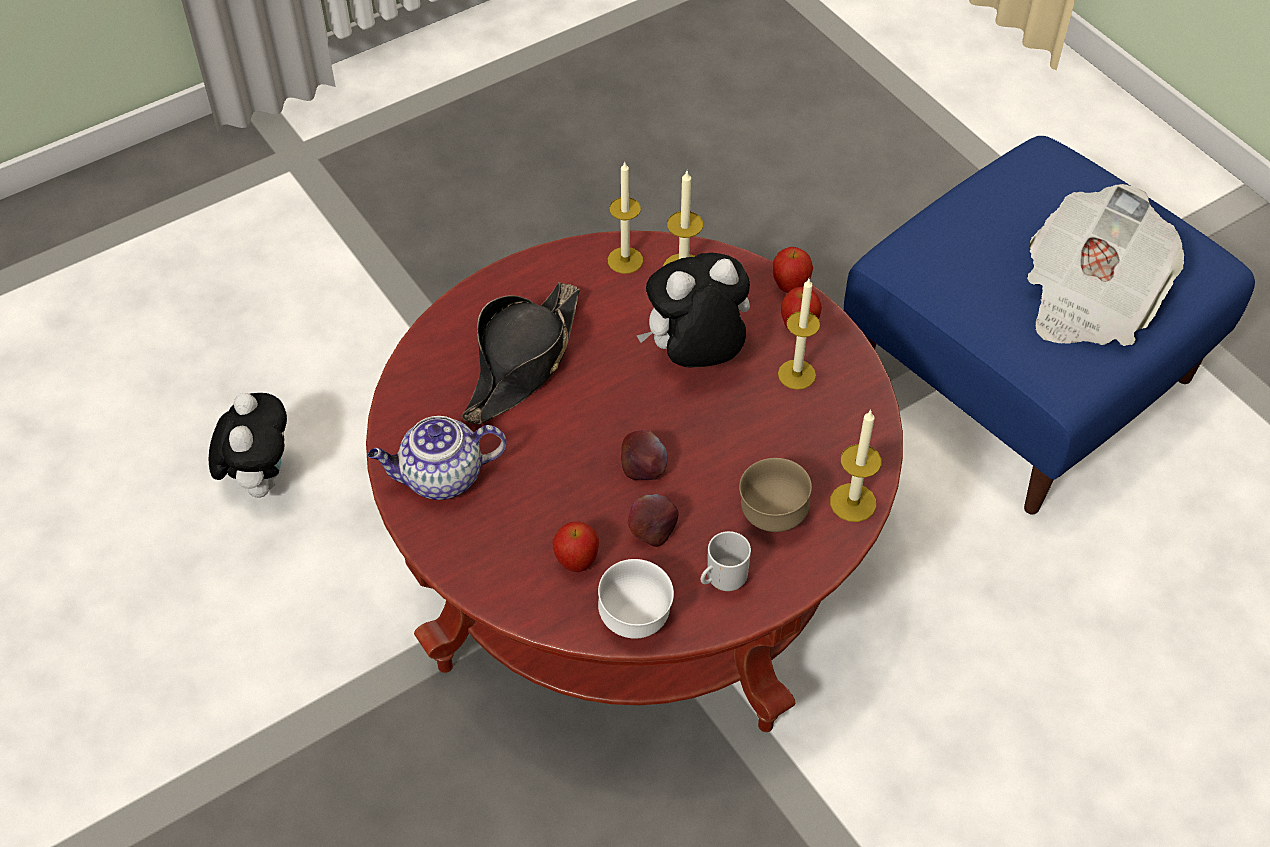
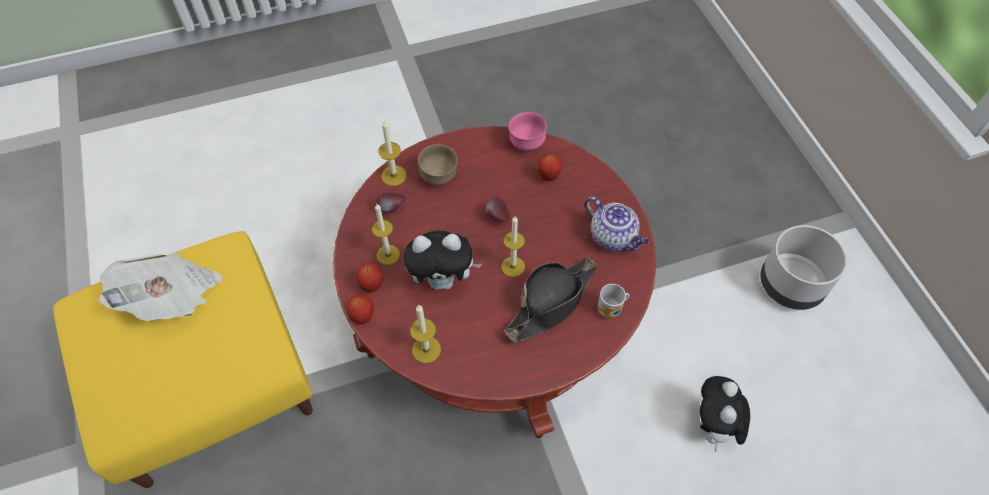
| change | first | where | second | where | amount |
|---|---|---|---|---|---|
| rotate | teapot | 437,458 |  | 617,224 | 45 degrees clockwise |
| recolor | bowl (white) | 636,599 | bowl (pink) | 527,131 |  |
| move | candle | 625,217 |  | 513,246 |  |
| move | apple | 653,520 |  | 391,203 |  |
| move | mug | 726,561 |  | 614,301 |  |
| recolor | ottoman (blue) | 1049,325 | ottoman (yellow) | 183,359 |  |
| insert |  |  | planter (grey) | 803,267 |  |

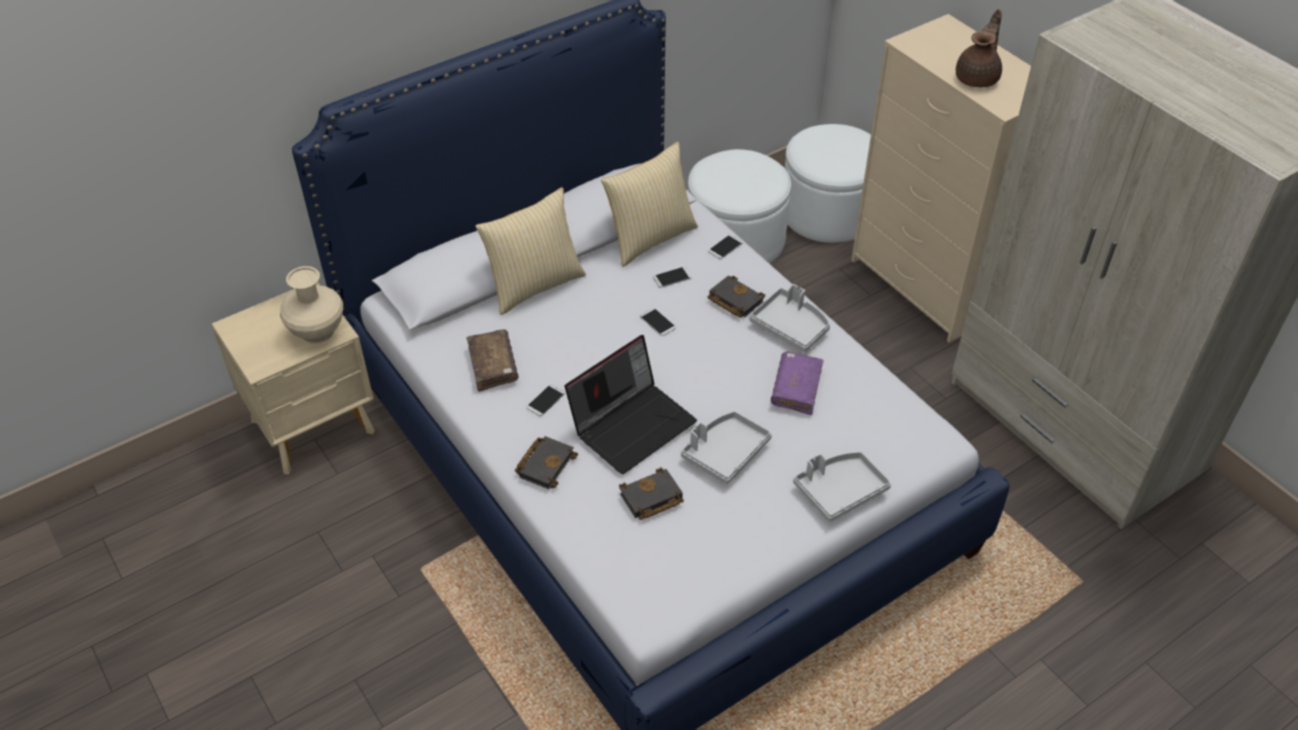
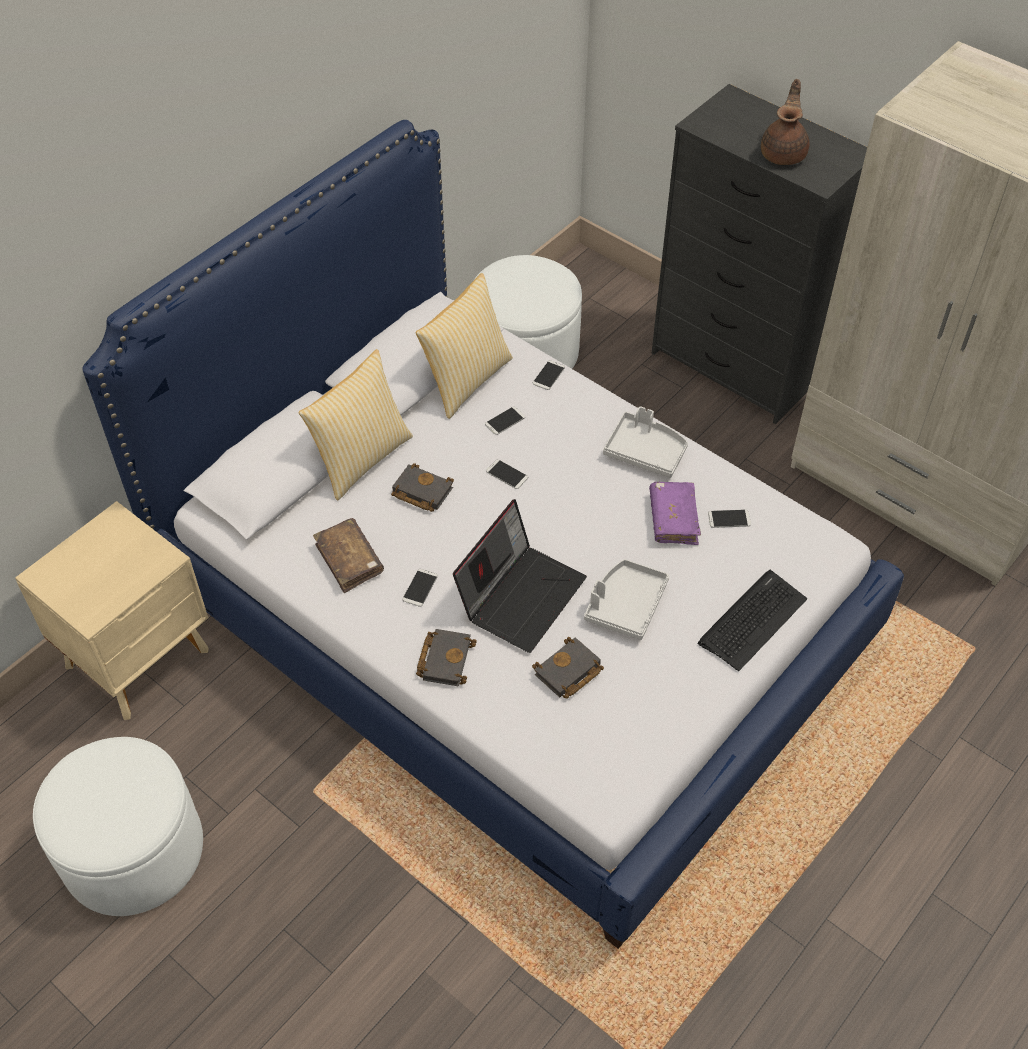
| change | first | where | second | where | amount |
|---|---|---|---|---|---|
| delete | vase (beige) | 311,305 |  |  |  |
| move | book (black) | 736,296 |  | 422,487 |  |
| move | ottoman (white) | 828,183 |  | 118,826 |  |
| replace | tray (grey) | 842,487 | keyboard | 752,620 |  |
| recolor | dresser (beige) | 941,178 | dresser (black) | 759,254 |  |
| insert |  |  | phone | 729,519 |  |

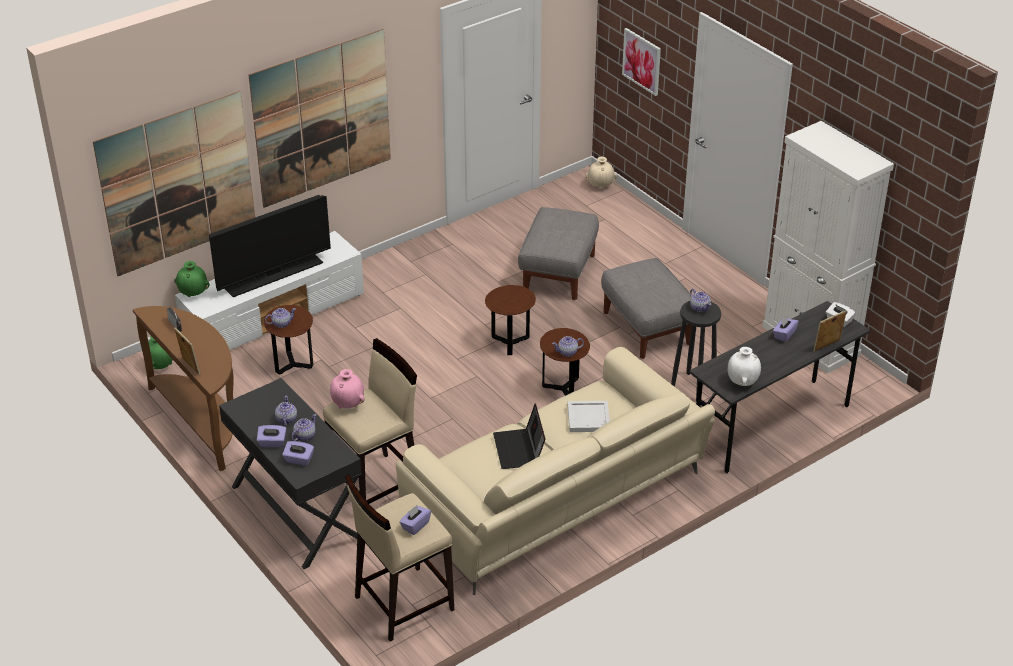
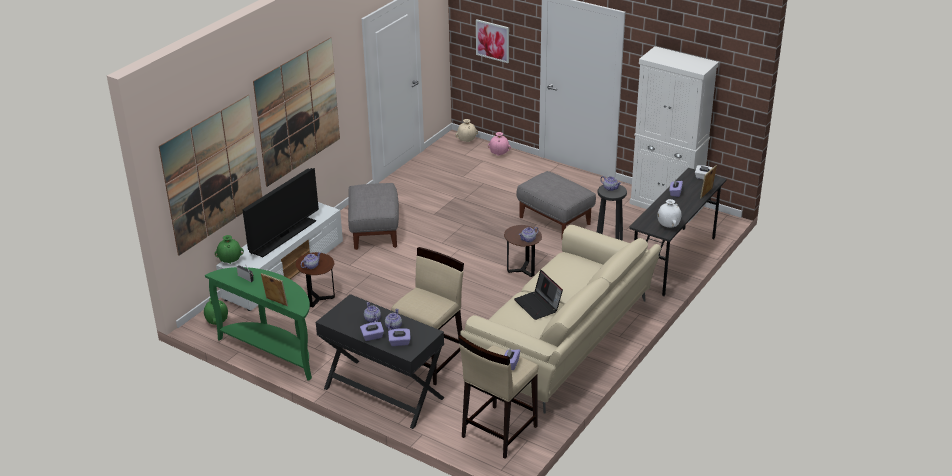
| change | first | where | second | where | amount |
|---|---|---|---|---|---|
| recolor | console table (brown) | 183,388 | console table (green) | 258,324 |  |
| move | vase (pink) | 347,389 |  | 499,144 |  |
| delete | side table (brown) | 510,320 |  |  |  |
| move | ottoman (grey) | 558,253 |  | 373,216 |  |
| delete | tray (white) | 589,416 |  |  |  |

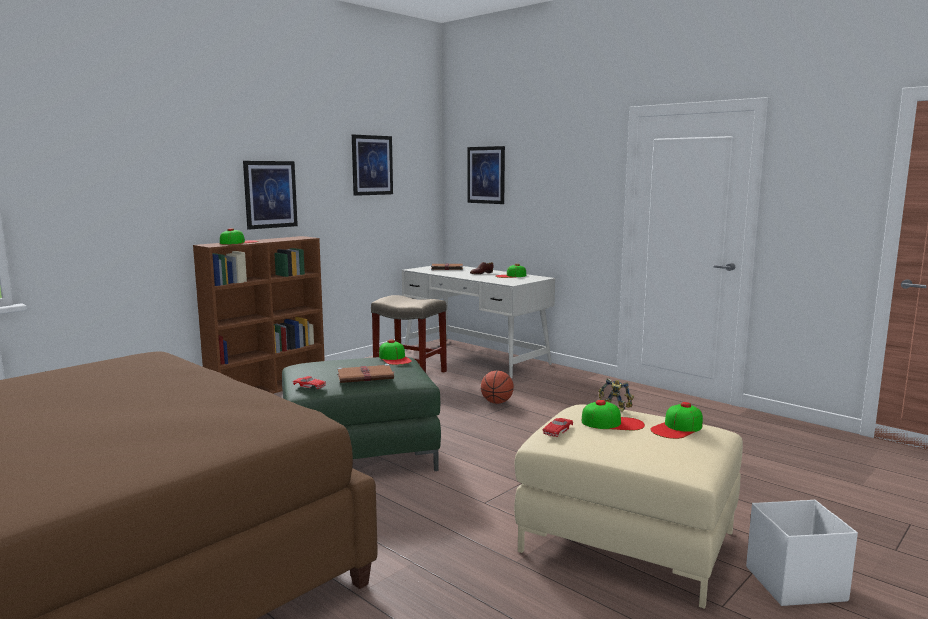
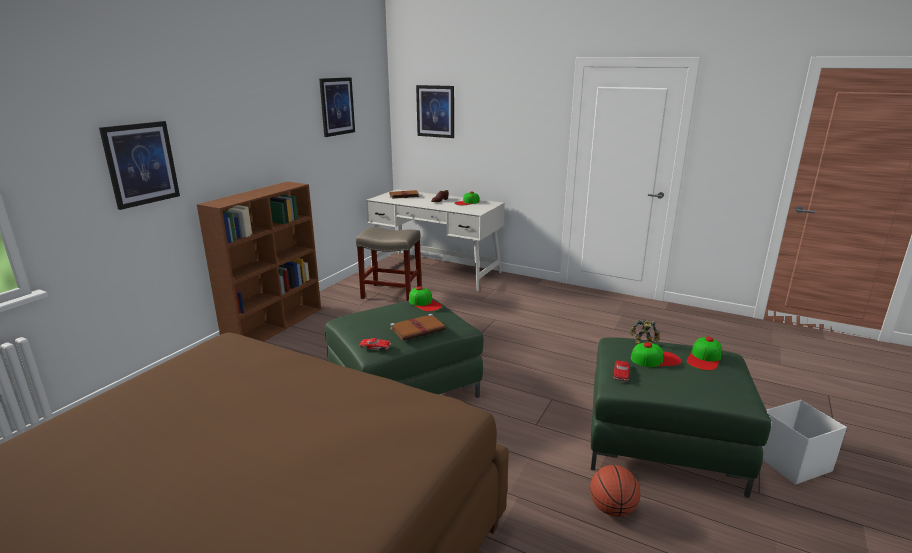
| change | first | where | second | where | amount |
|---|---|---|---|---|---|
| delete | cap | 239,236 |  |  |  |
| move | picture | 270,195 |  | 139,165 |  |
| move | basketball | 497,387 |  | 615,491 |  |
| recolor | ottoman (beige) | 628,507 | ottoman (green) | 681,417 |  |

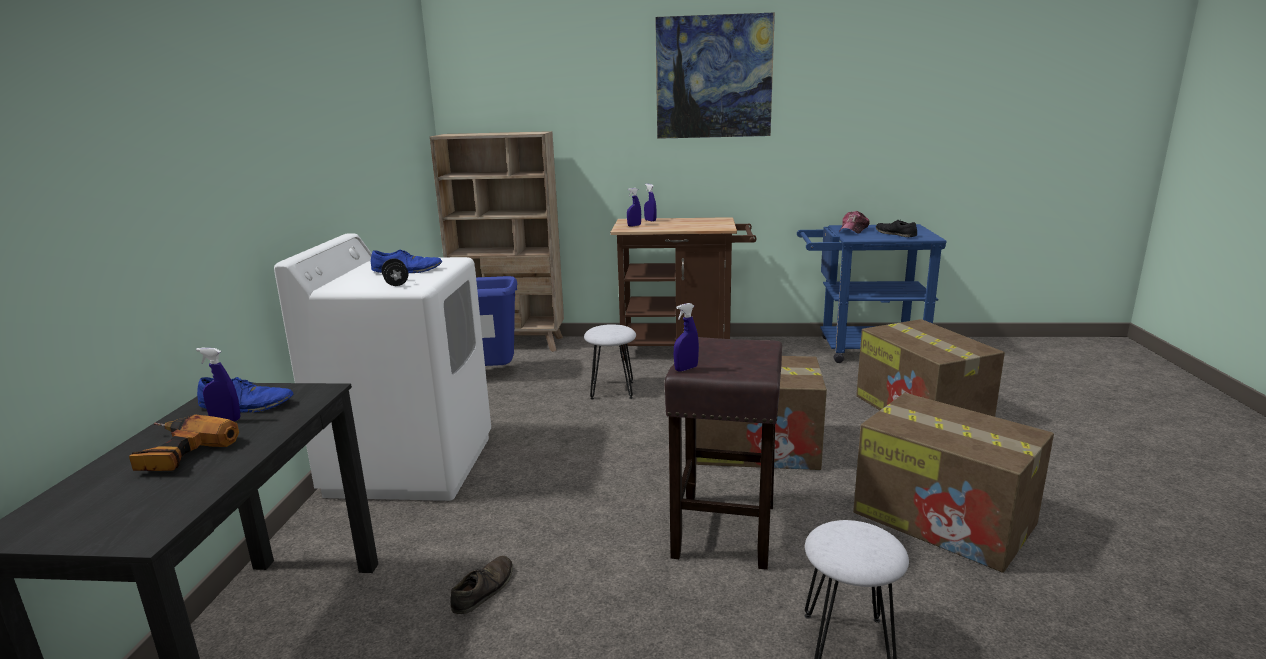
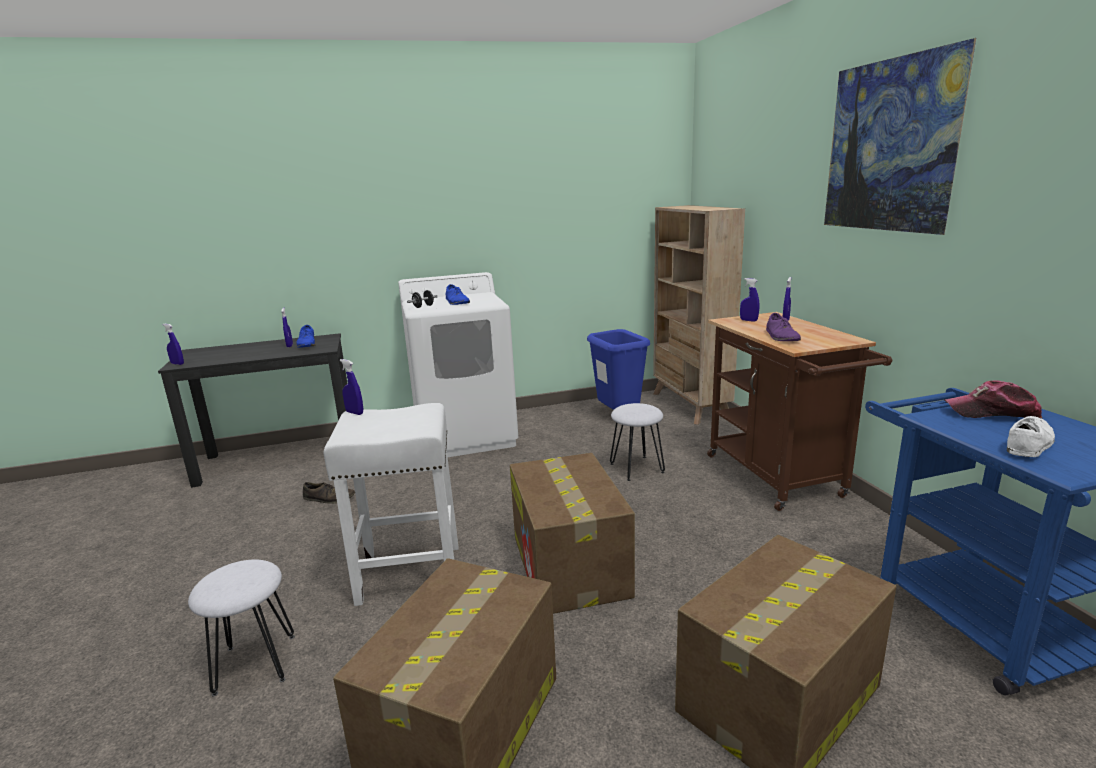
| change | first | where | second | where | amount |
|---|---|---|---|---|---|
| delete | power drill | 184,442 |  |  |  |
| recolor | stool (brown) | 723,453 | stool (white) | 391,504 |  |
| recolor | shoe (black) | 896,228 | shoe (white) | 1031,436 |  |
| insert |  |  | spray bottle (blue) | 173,344 |  |
| insert |  |  | shoe (purple) | 783,327 |  |

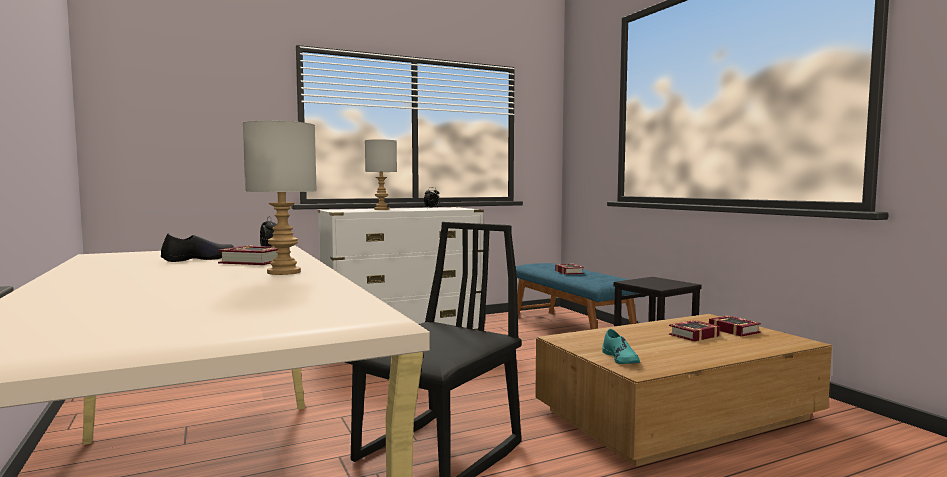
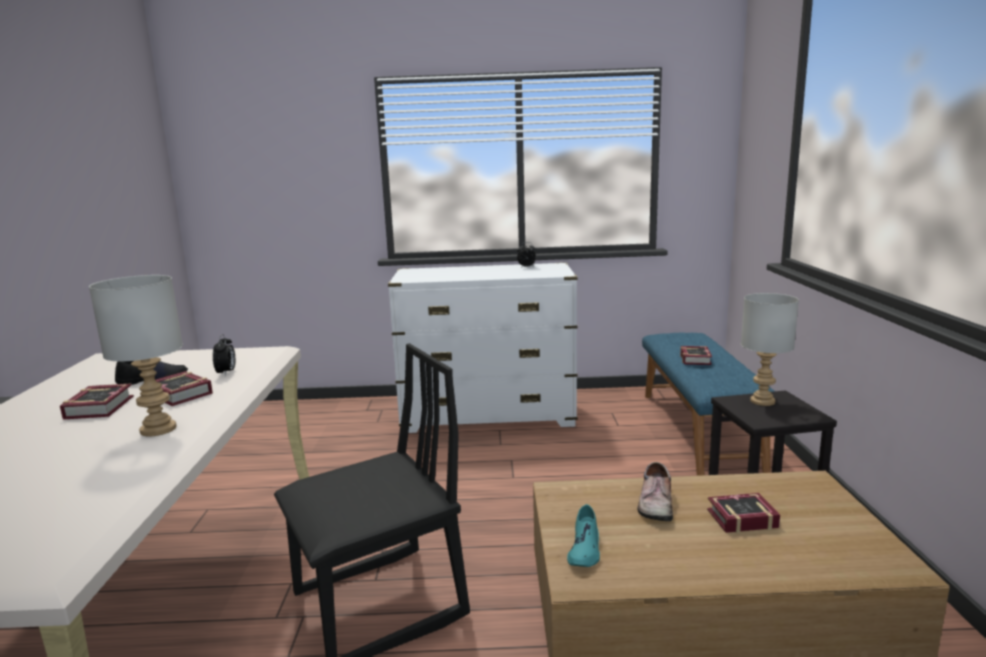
| change | first | where | second | where | amount |
|---|---|---|---|---|---|
| move | table lamp (grey) | 381,174 |  | 770,349 |  |
| move | book | 735,326 |  | 97,402 |  |
| insert |  |  | shoe | 655,491 |  |

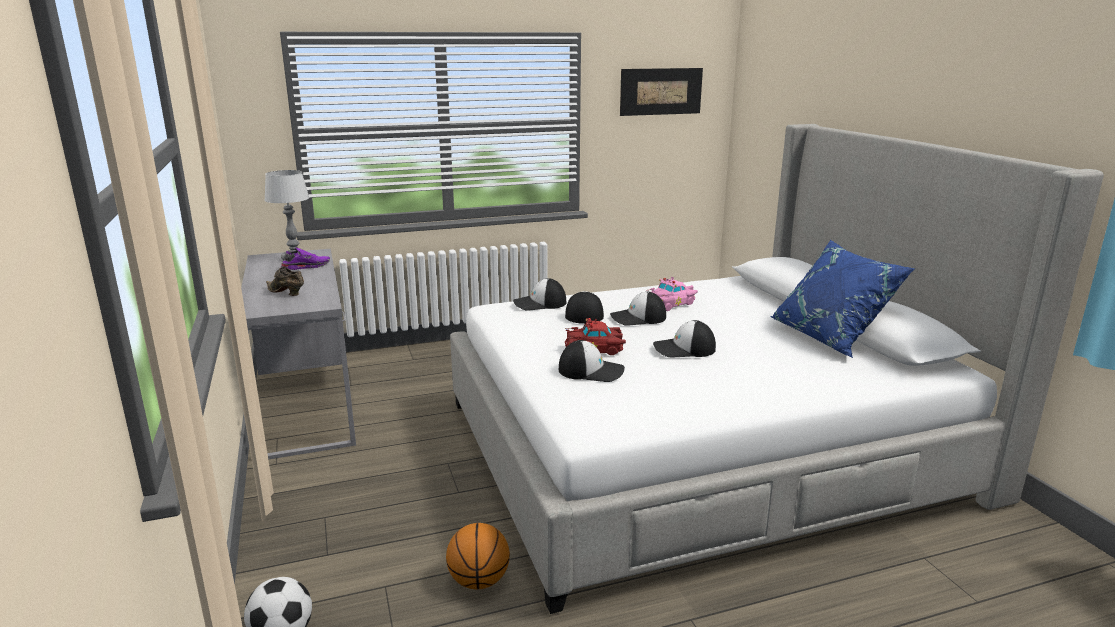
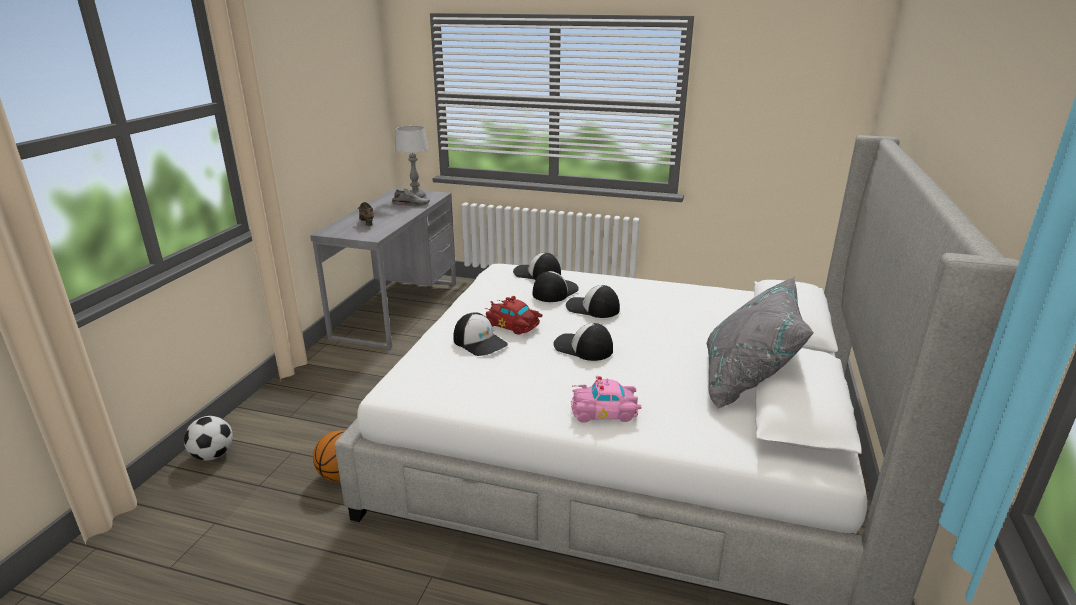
| change | first | where | second | where | amount |
|---|---|---|---|---|---|
| recolor | shoe (purple) | 305,259 | shoe (grey) | 411,197 |  |
| delete | picture | 661,92 |  |  |  |
| move | toy car (pink) | 672,294 |  | 606,399 |  |
| recolor | pillow (blue) | 842,299 | pillow (grey) | 760,342 |  |

